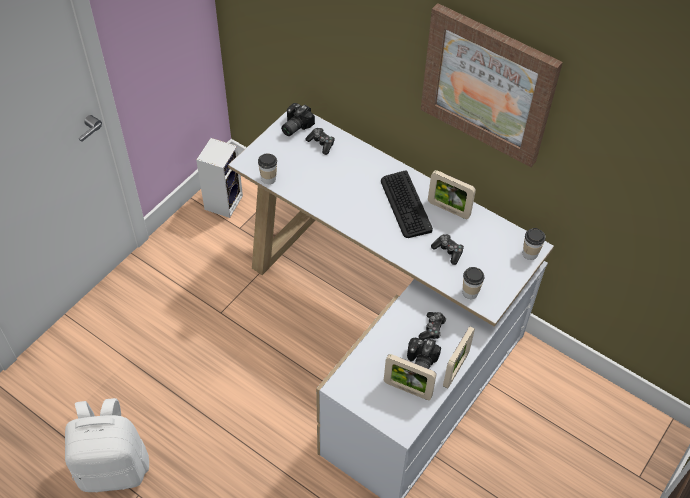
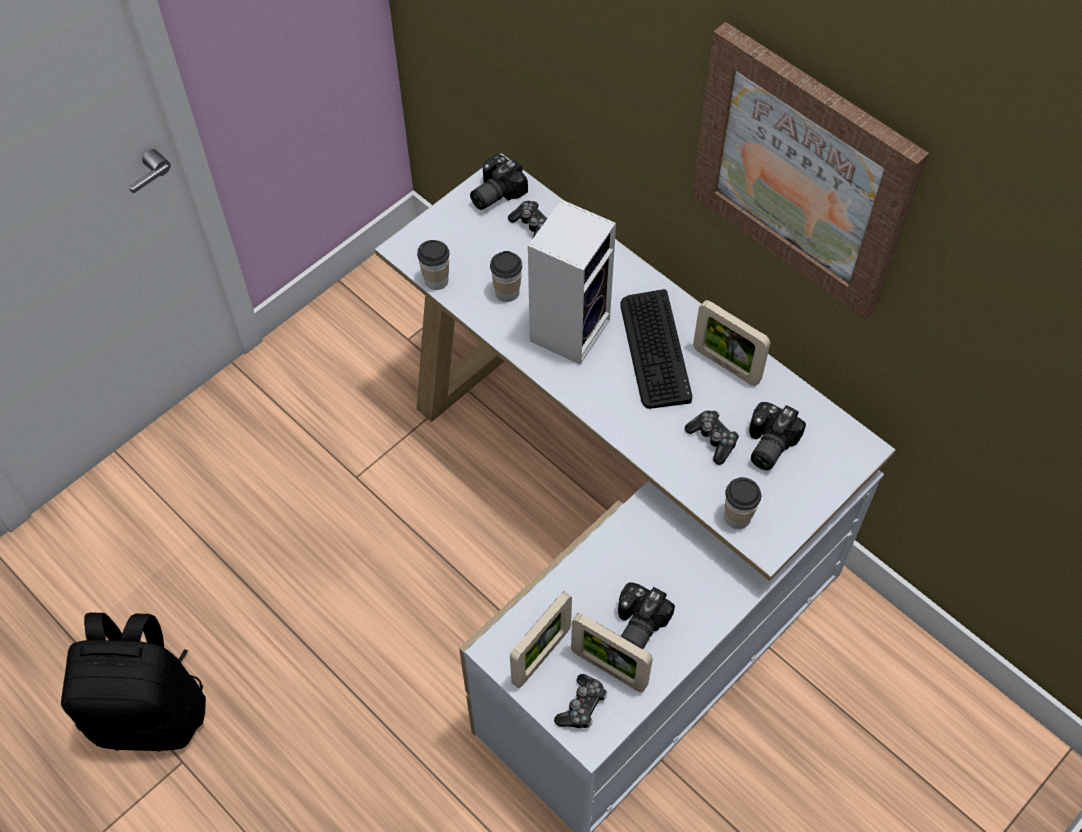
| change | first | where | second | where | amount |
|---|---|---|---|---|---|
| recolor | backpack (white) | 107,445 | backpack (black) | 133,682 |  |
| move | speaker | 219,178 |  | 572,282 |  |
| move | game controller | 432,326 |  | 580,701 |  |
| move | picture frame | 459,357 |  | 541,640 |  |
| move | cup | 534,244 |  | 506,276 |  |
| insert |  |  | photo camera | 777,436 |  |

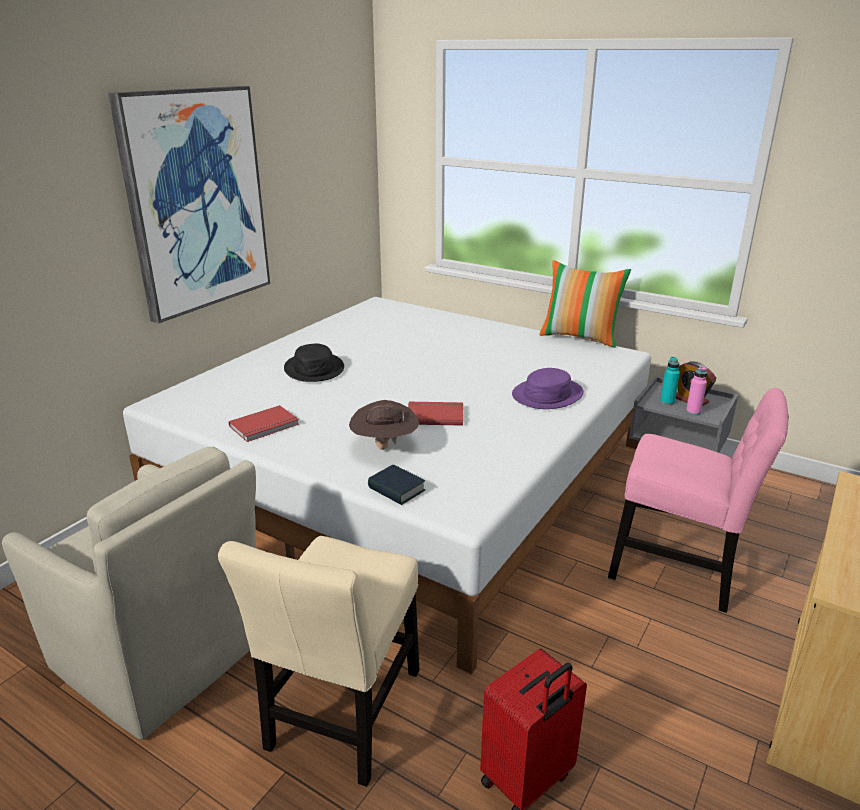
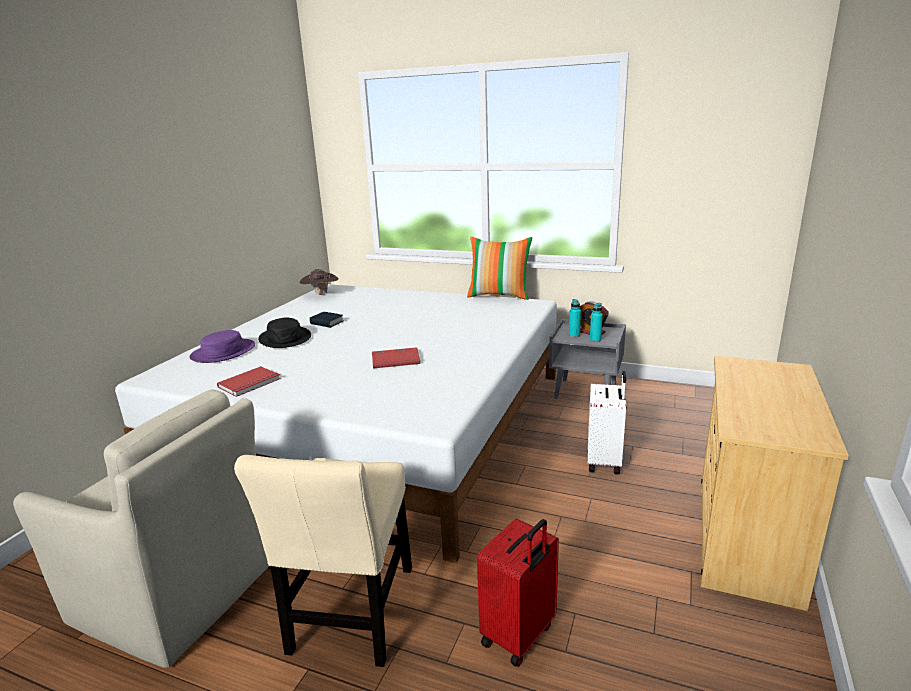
| change | first | where | second | where | amount |
|---|---|---|---|---|---|
| delete | picture | 189,204 |  |  |  |
| move | hat (brown) | 384,425 |  | 319,282 |  |
| move | book | 396,485 |  | 326,320 |  |
| move | hat (purple) | 548,388 |  | 222,346 |  |
| replace | chair (pink) | 698,500 | suitcase (white) | 607,422 |  |
| recolor | bottle (pink) | 696,390 | bottle (turquoise) | 596,322 |  |

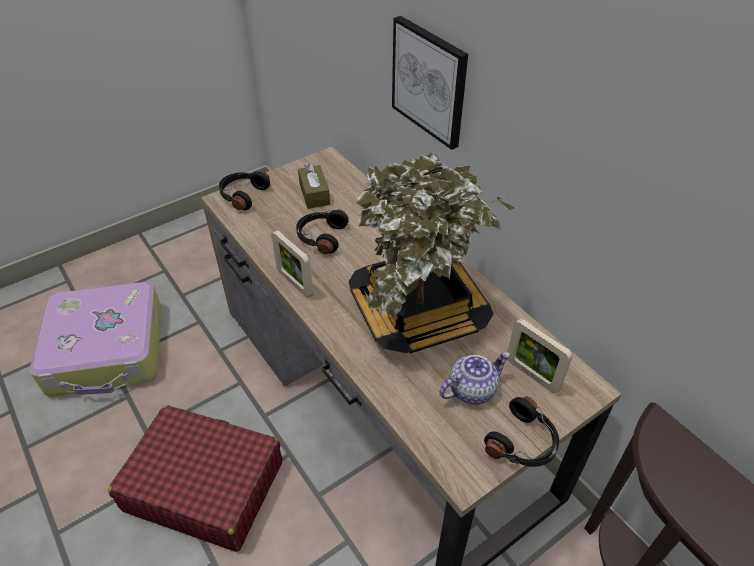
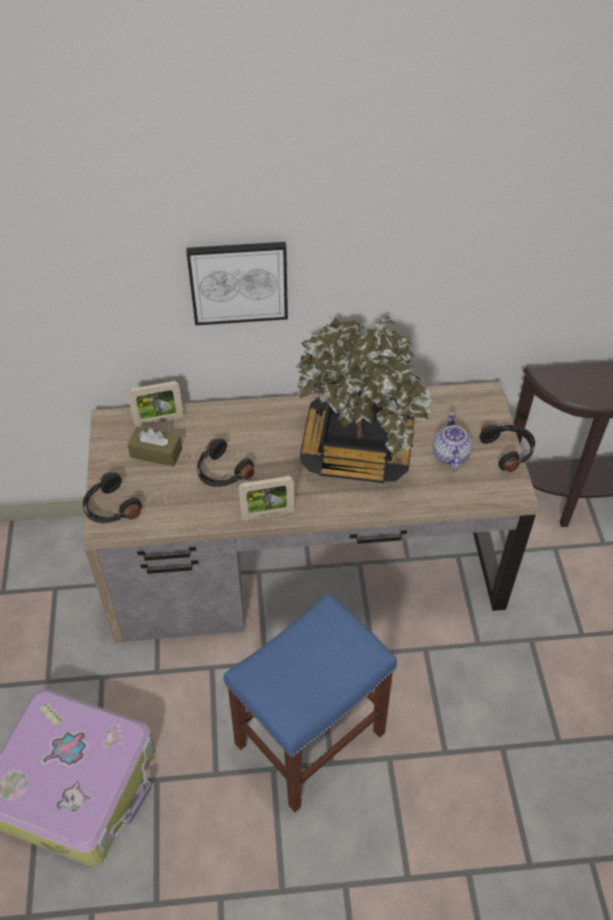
| change | first | where | second | where | amount |
|---|---|---|---|---|---|
| replace | suitcase (red) | 195,478 | stool (blue) | 310,702 |  |
| move | picture frame | 540,356 |  | 155,403 |  |

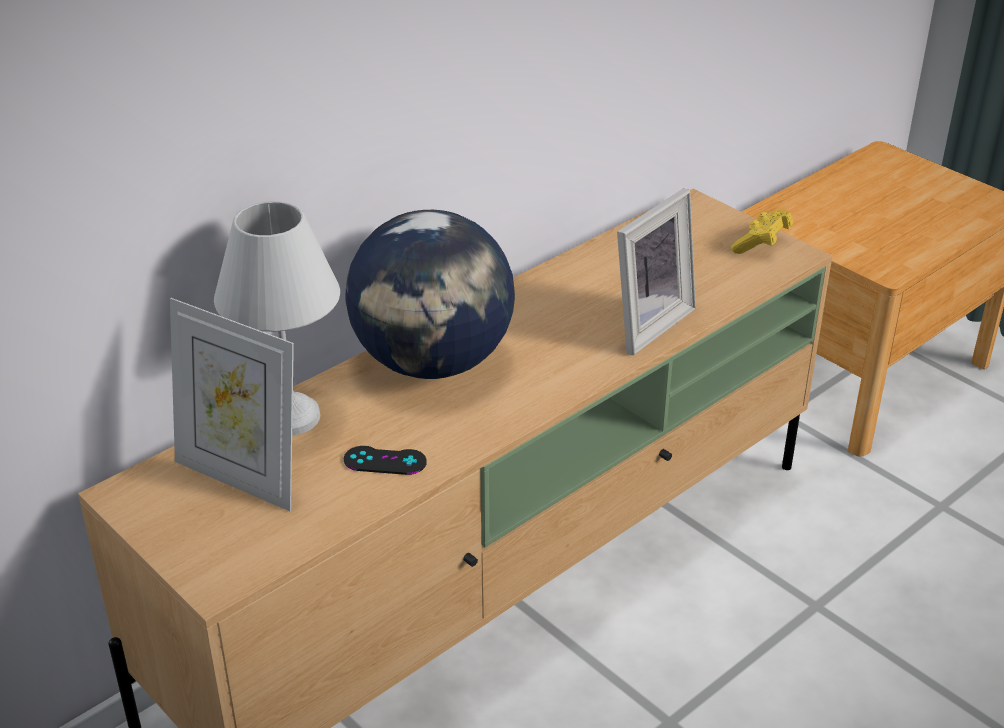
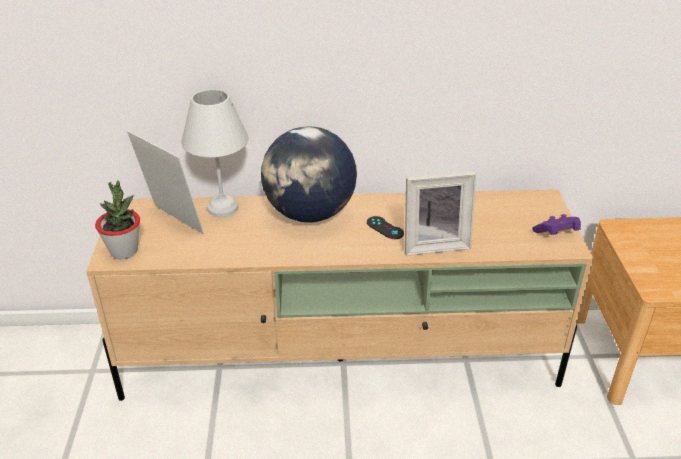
| change | first | where | second | where | amount |
|---|---|---|---|---|---|
| rotate | picture frame | 232,404 |  | 165,182 | 150 degrees clockwise |
| move | game controller (black) | 385,460 |  | 385,227 |  |
| recolor | game controller (yellow) | 762,232 | game controller (purple) | 556,224 |  |
| insert |  |  | potted plant | 117,219 |  |

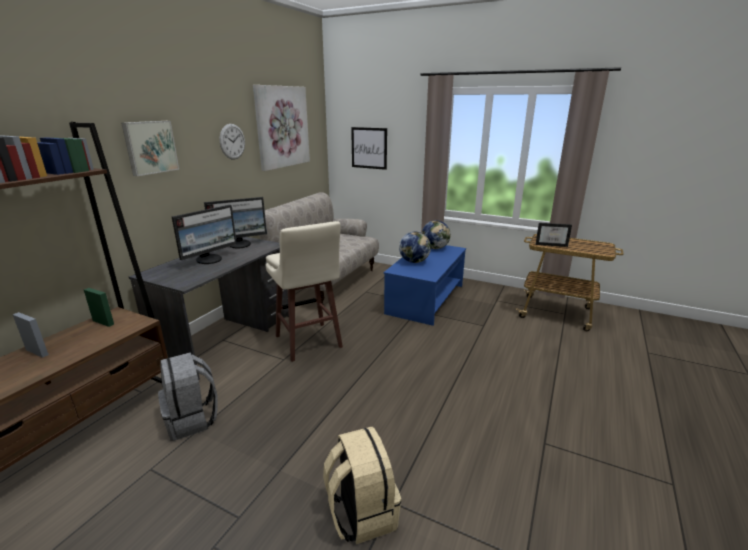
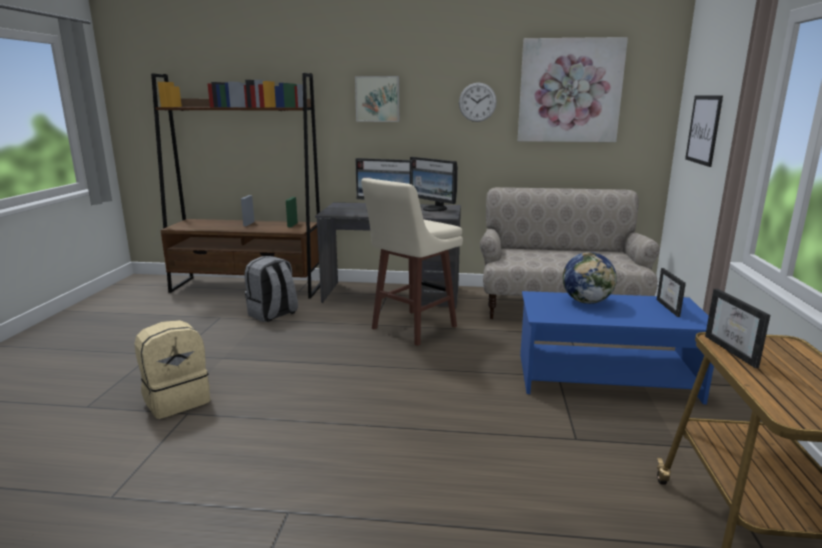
| change | first | where | second | where | amount |
|---|---|---|---|---|---|
| replace | globe | 436,234 | picture frame | 671,292 |  |

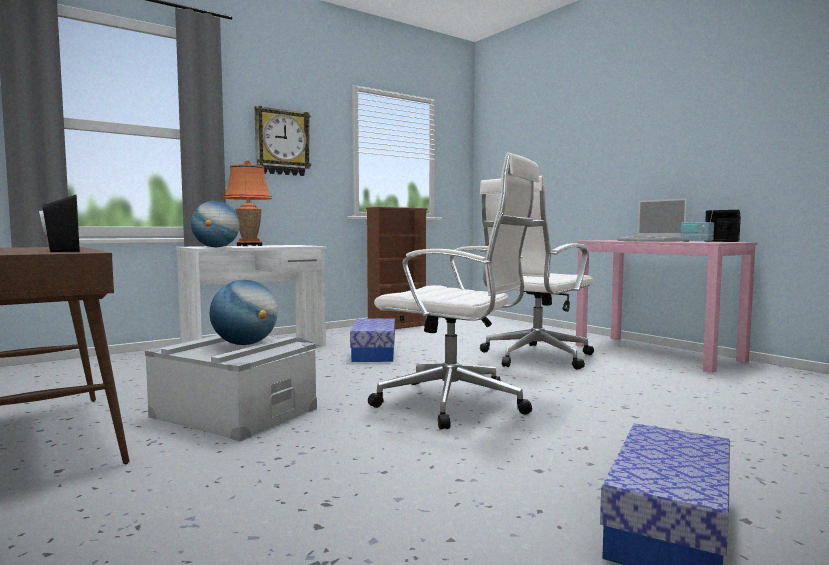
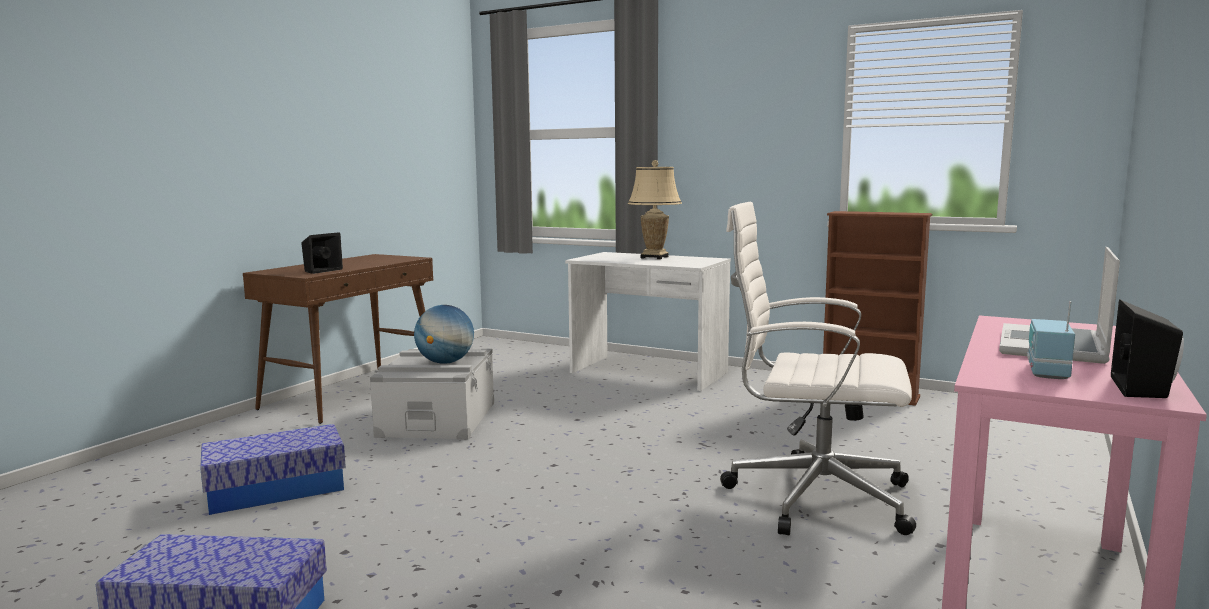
| change | first | where | second | where | amount |
|---|---|---|---|---|---|
| delete | globe | 215,224 |  |  |  |
| recolor | table lamp (orange) | 248,203 | table lamp (beige) | 655,209 |  |
| delete | wall clock | 283,141 |  |  |  |
| move | storage box | 372,340 |  | 273,469 |  |
| delete | office chair (white) | 454,291 |  |  |  |

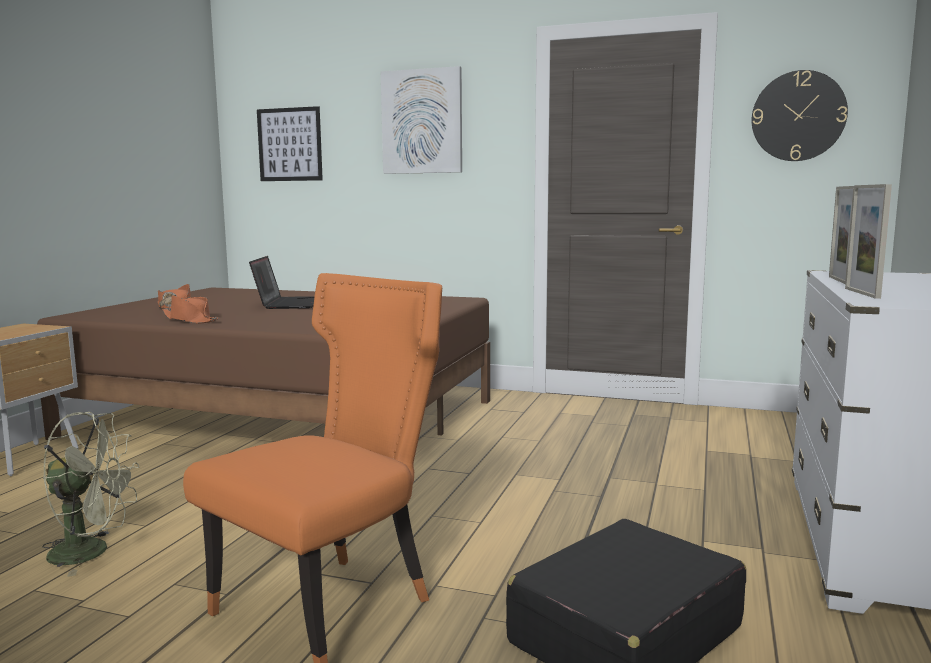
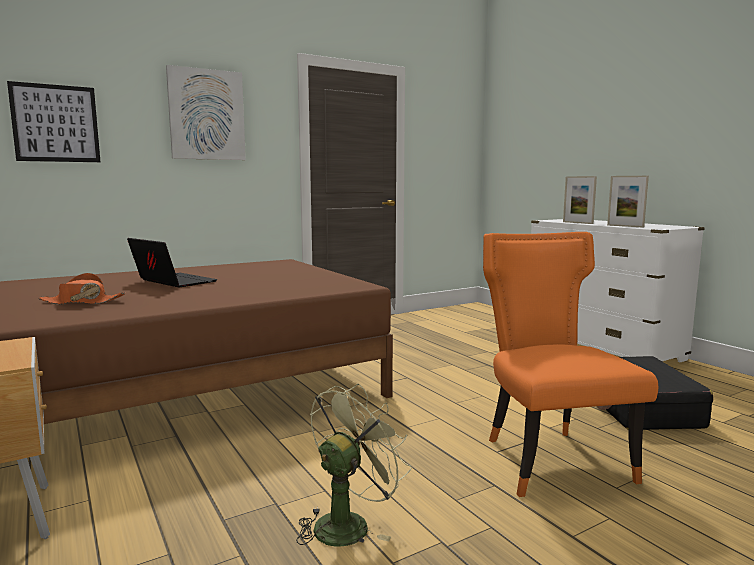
| change | first | where | second | where | amount |
|---|---|---|---|---|---|
| delete | hat (orange) | 190,309 |  |  |  |
| delete | wall clock | 800,115 |  |  |  |

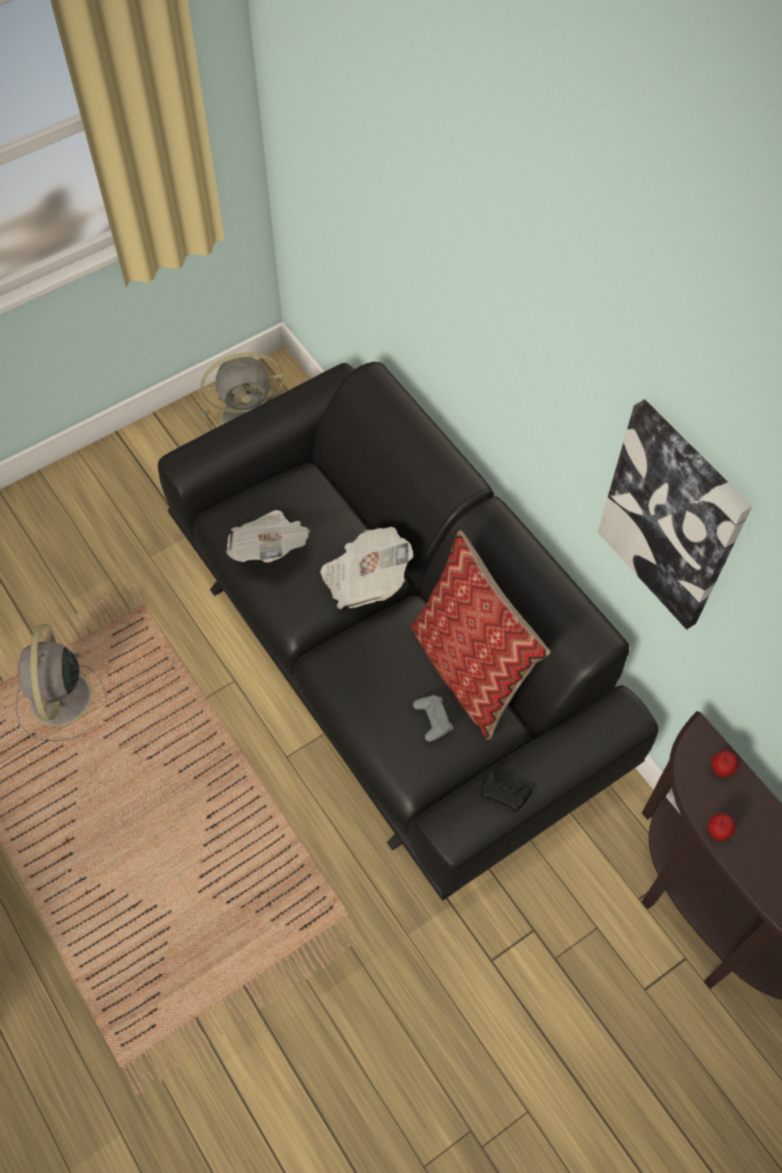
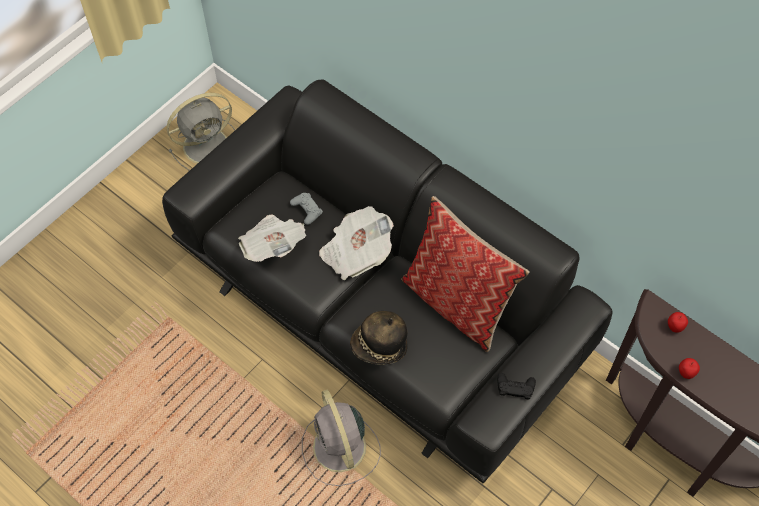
| change | first | where | second | where | amount |
|---|---|---|---|---|---|
| move | fan (grey) | 61,683 |  | 341,438 |  |
| move | game controller (grey) | 433,718 |  | 306,209 |  |
| delete | picture | 675,514 |  |  |  |
| insert |  |  | hat | 378,338 |  |

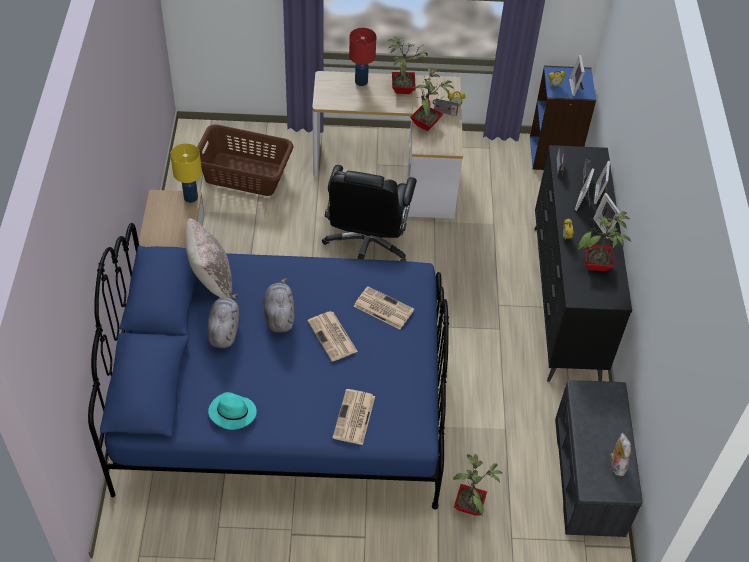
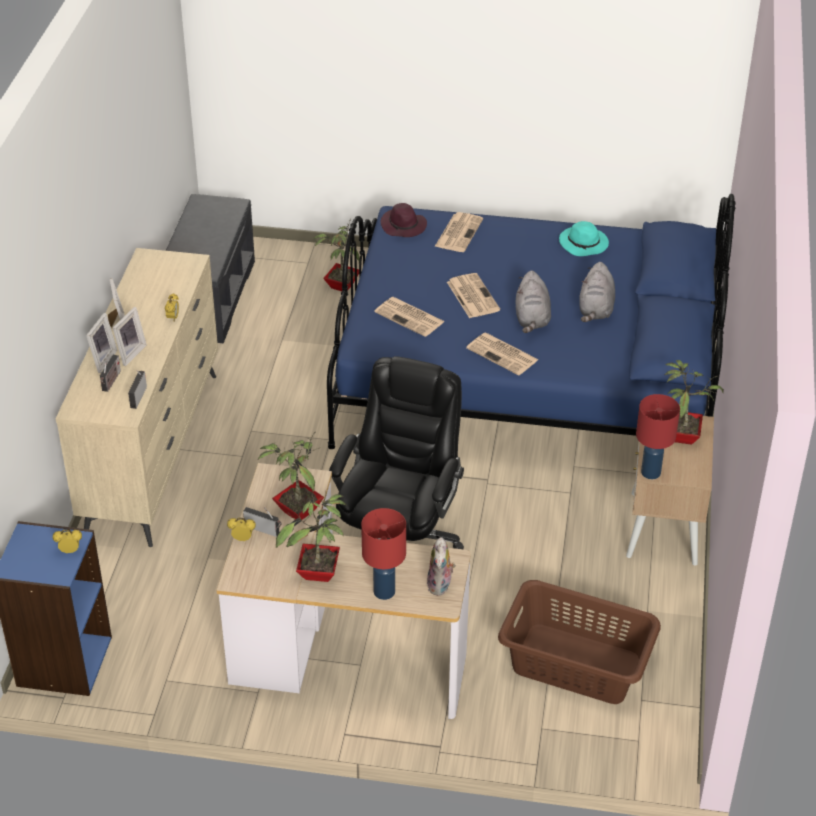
| change | first | where | second | where | amount |
|---|---|---|---|---|---|
| recolor | table lamp (yellow) | 186,173 | table lamp (red) | 658,436 |  |
| delete | pillow (beige) | 208,258 |  |  |  |
| recolor | dresser (black) | 583,263 | dresser (beige) | 137,397 |  |
| delete | picture frame | 577,75 |  |  |  |
| move | potted plant | 604,241 |  | 694,402 |  |
| move | plush toy | 621,454 |  | 441,566 |  |
| insert |  |  | hat (purple) | 404,220 |  |
| insert |  |  | newspaper | 502,354 |  |

